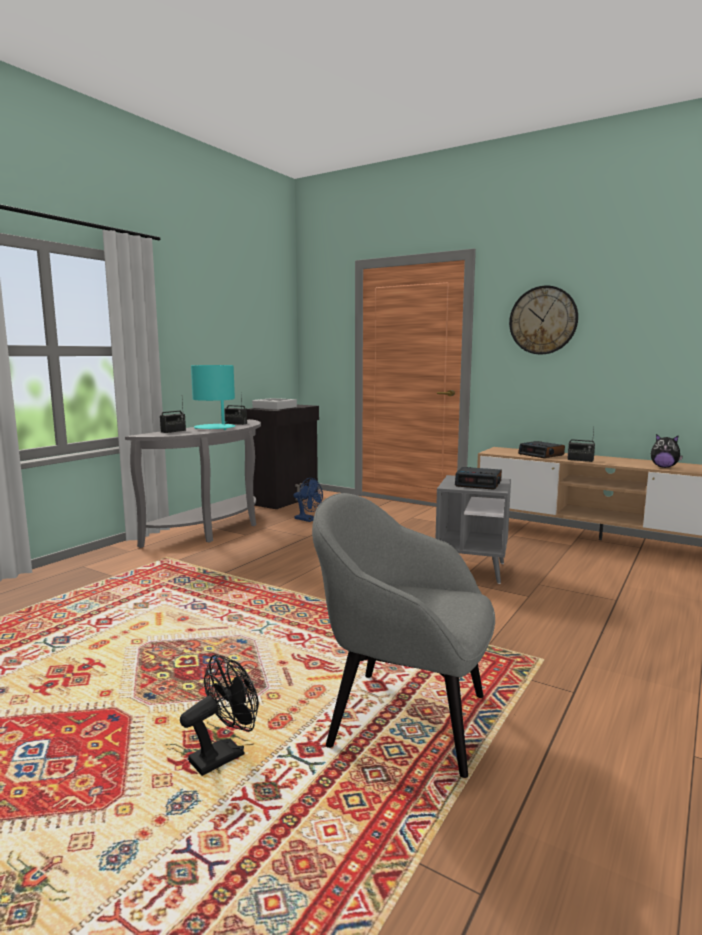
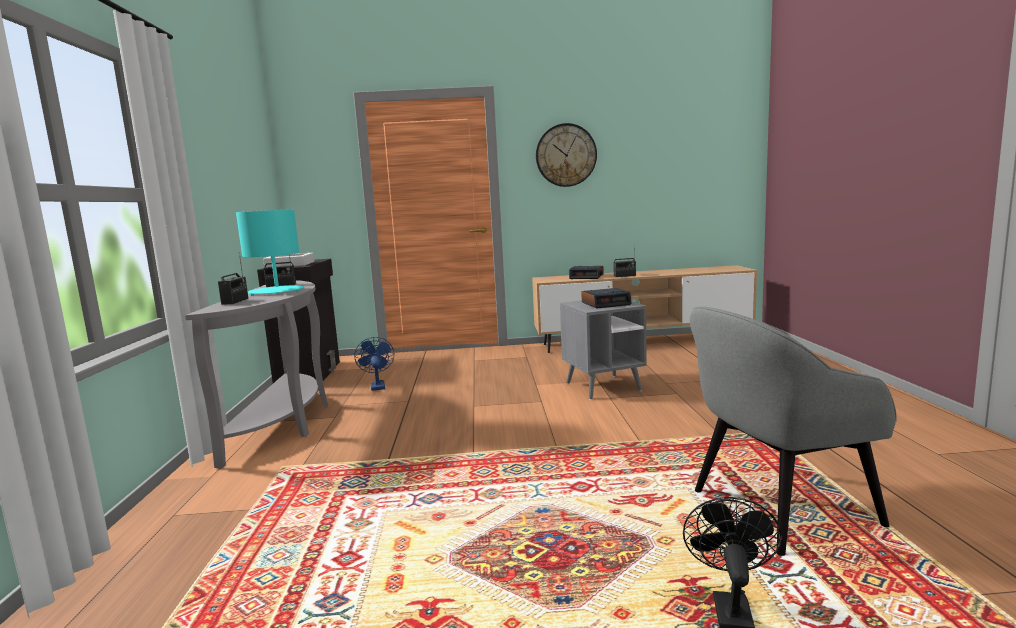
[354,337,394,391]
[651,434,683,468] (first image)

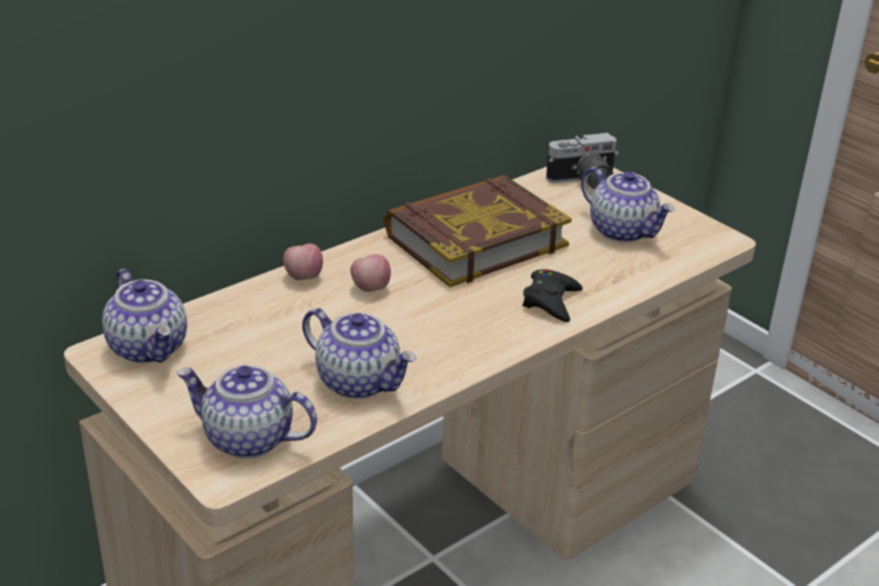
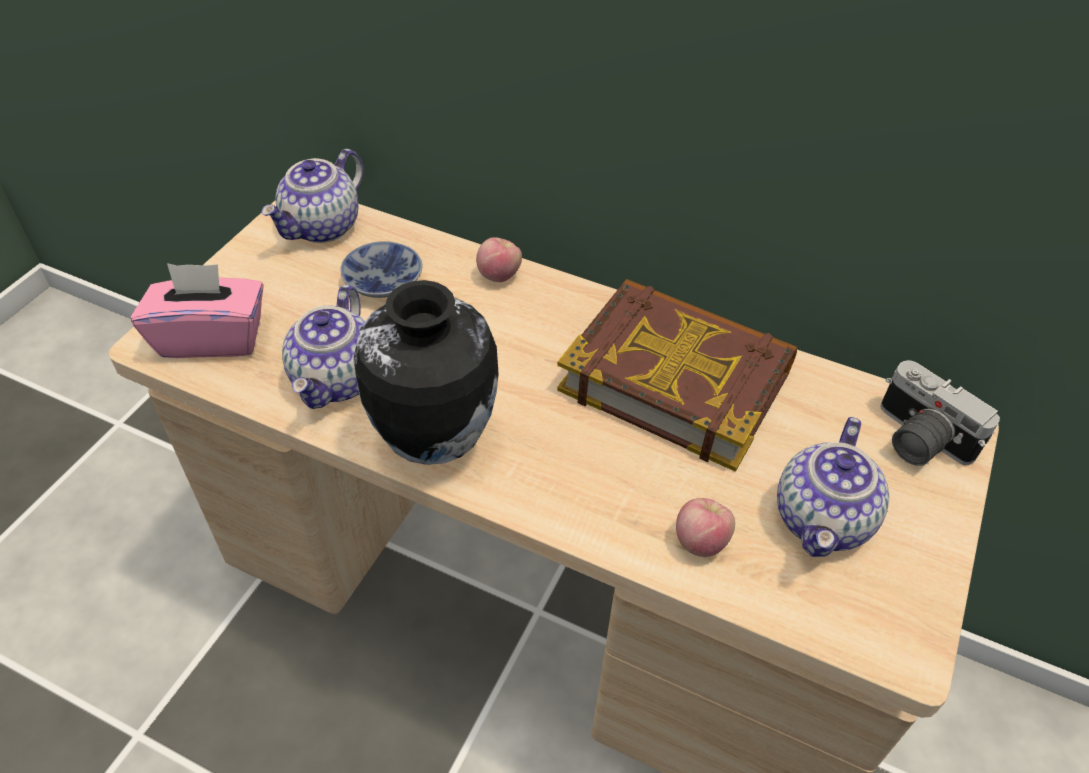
[130,263,264,358]
[341,241,422,298]
[353,280,499,465]
[676,498,735,557]
[522,269,583,322] (first image)

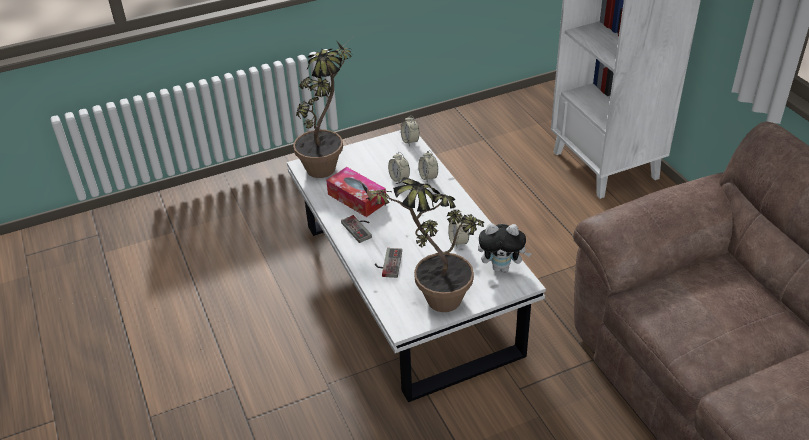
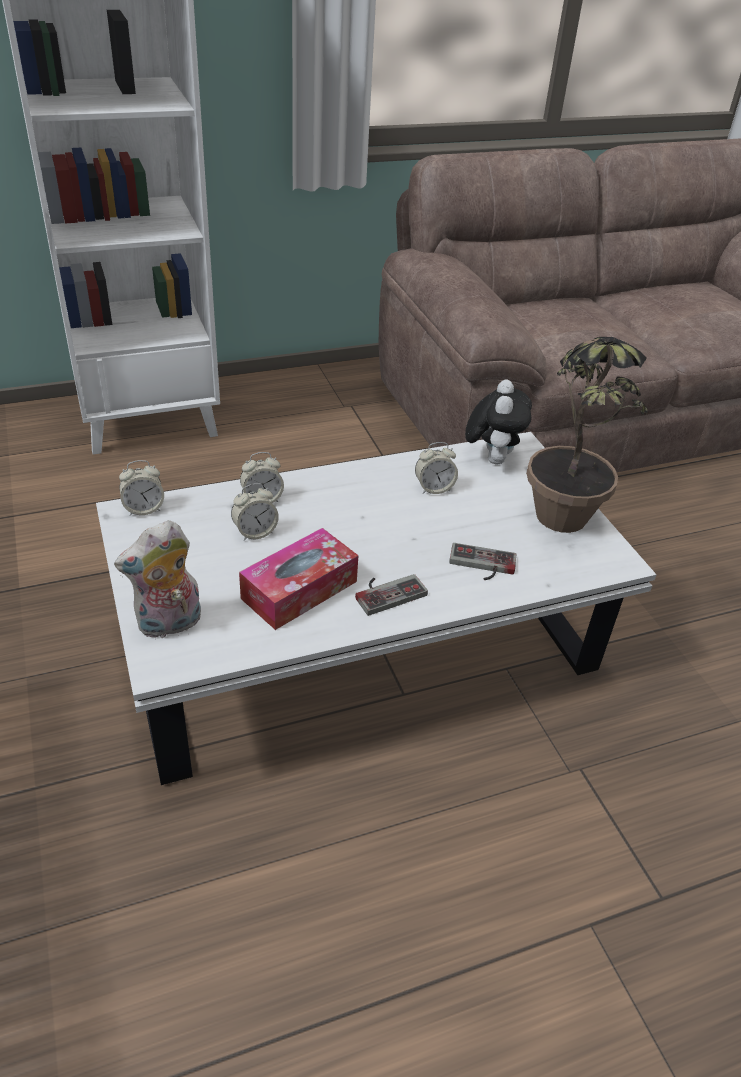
[114,520,201,638]

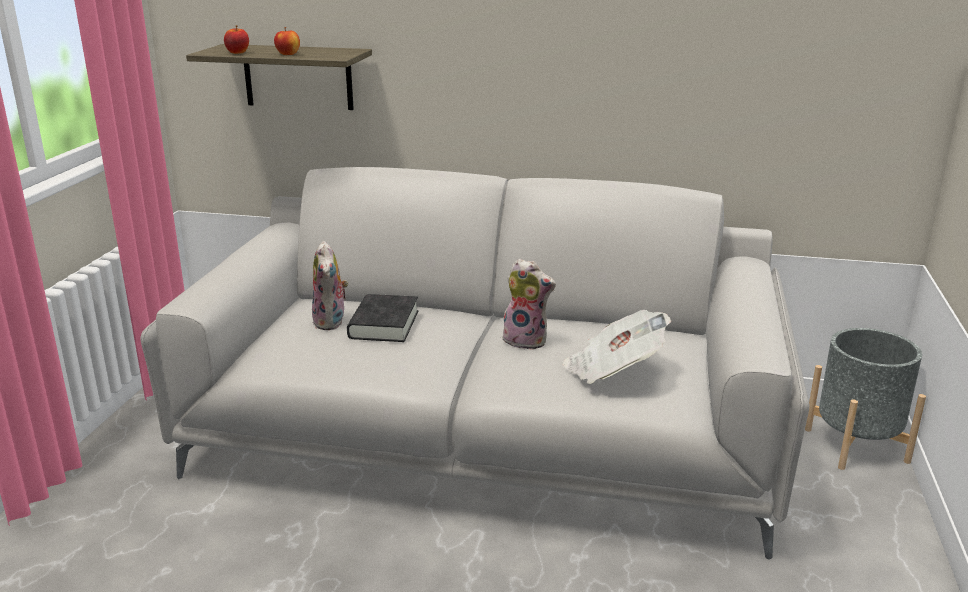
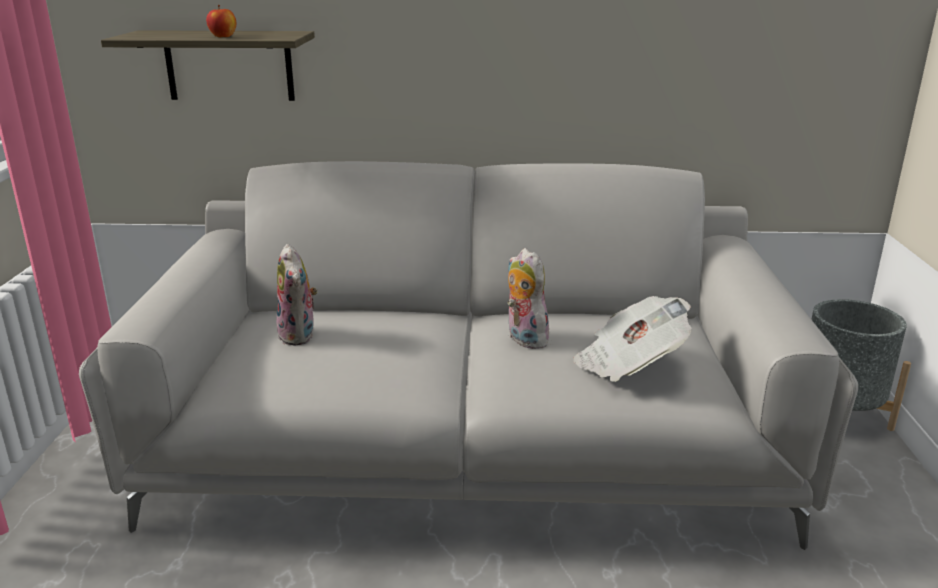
[507,248,549,349]
[224,25,249,54] (first image)
[347,294,418,342] (first image)

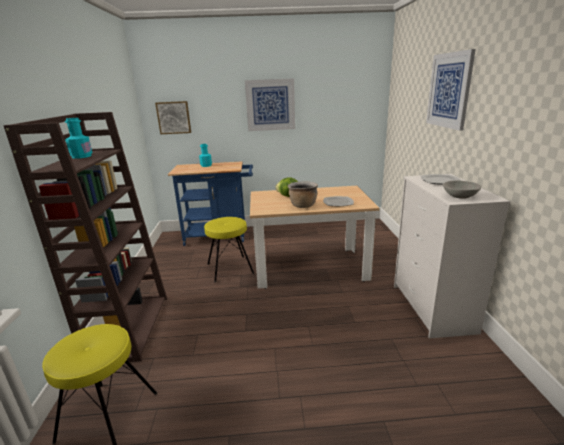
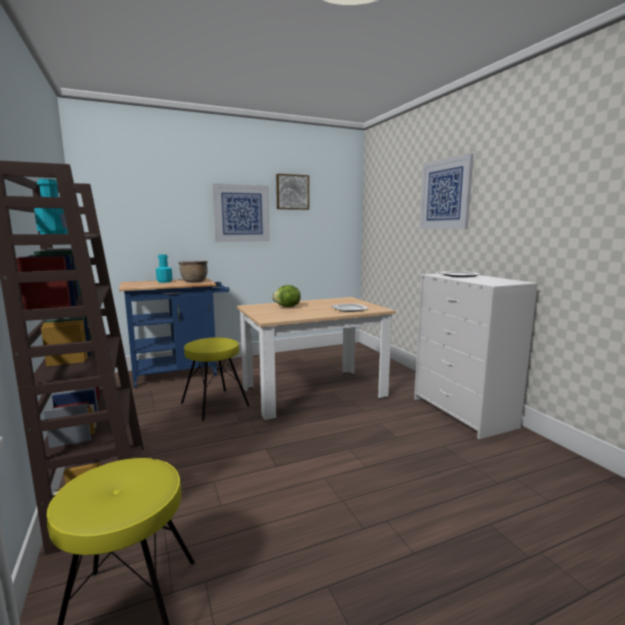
[178,260,208,282]
[276,174,309,210]
[443,180,481,199] (first image)

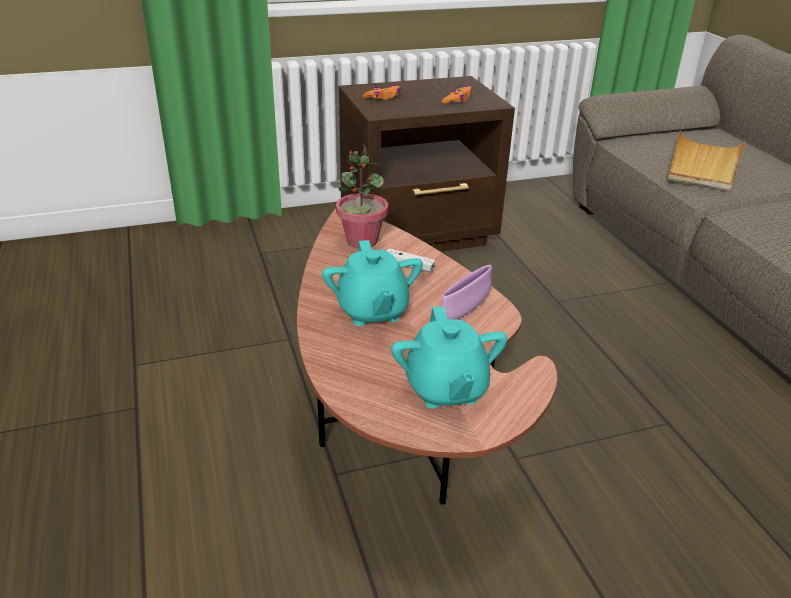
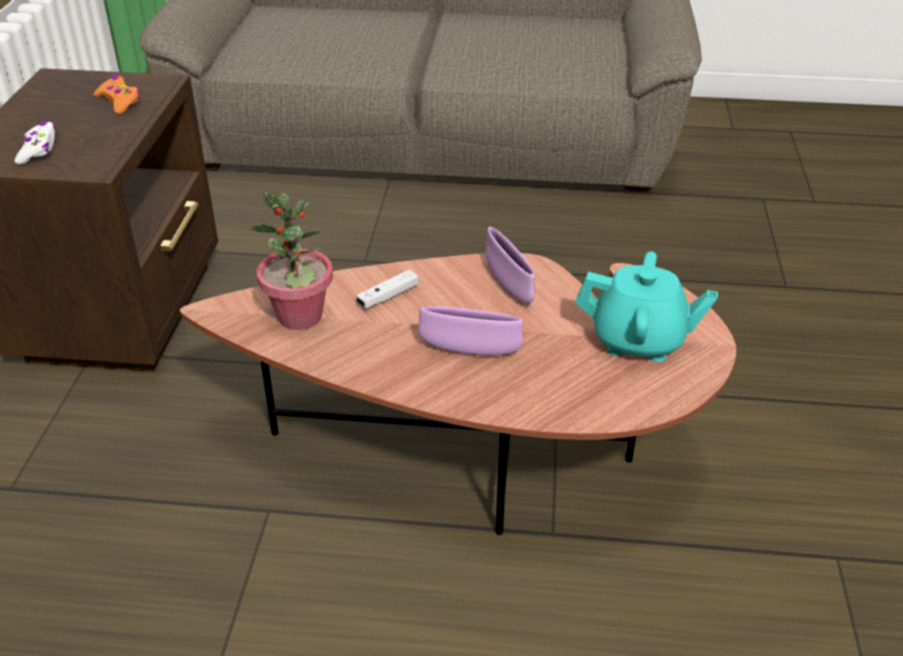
[15,121,56,164]
[418,306,523,356]
[667,130,746,192] (first image)

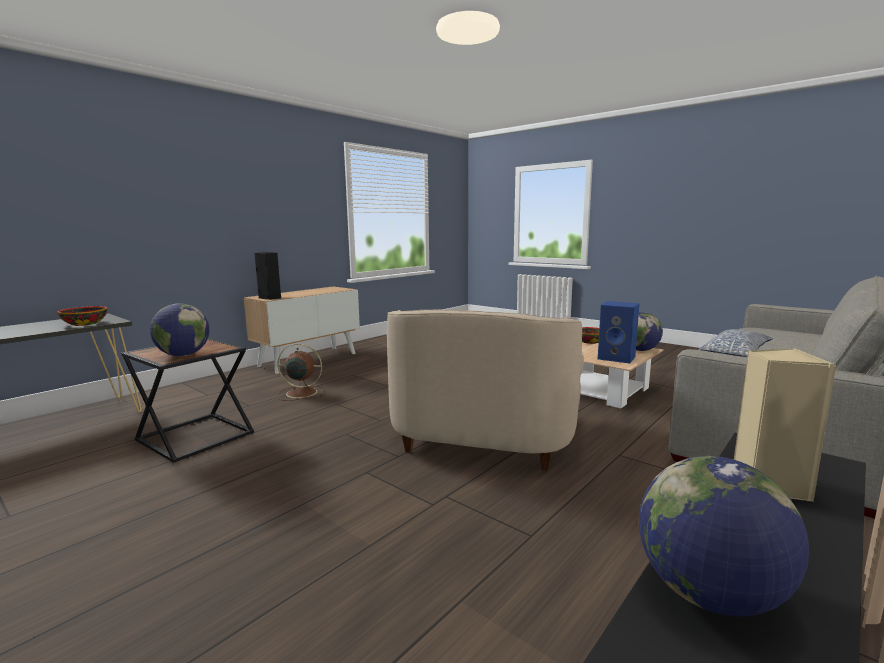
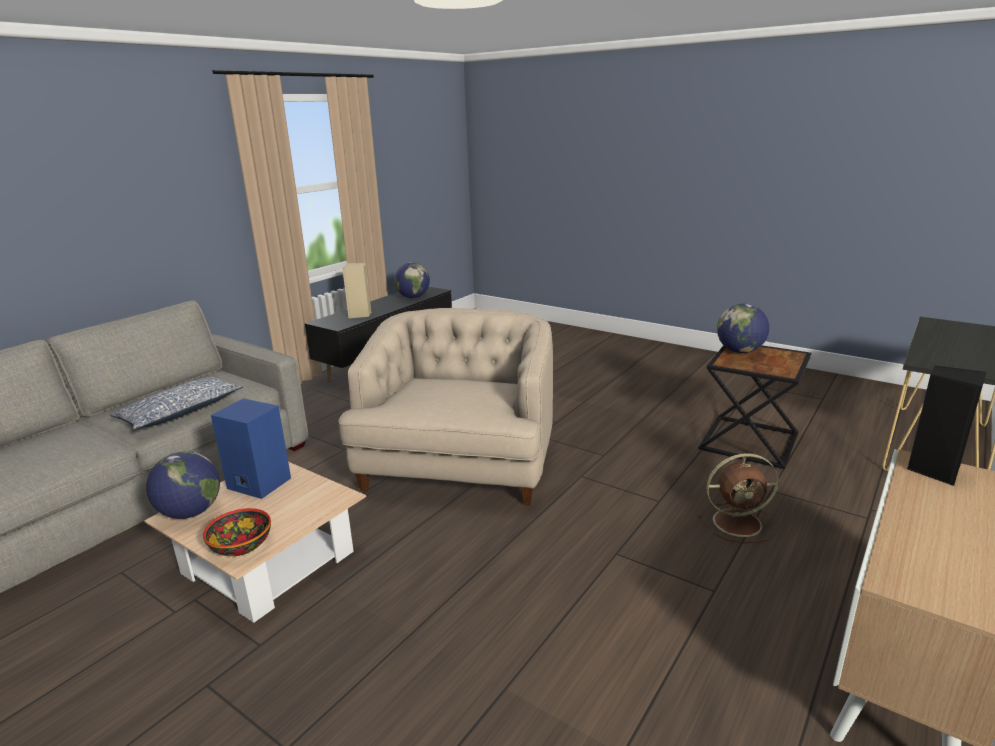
[58,306,107,326] (first image)

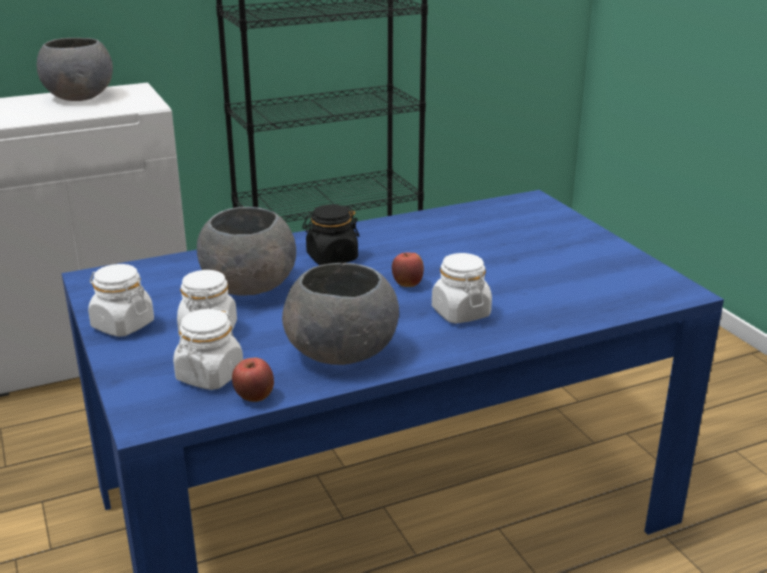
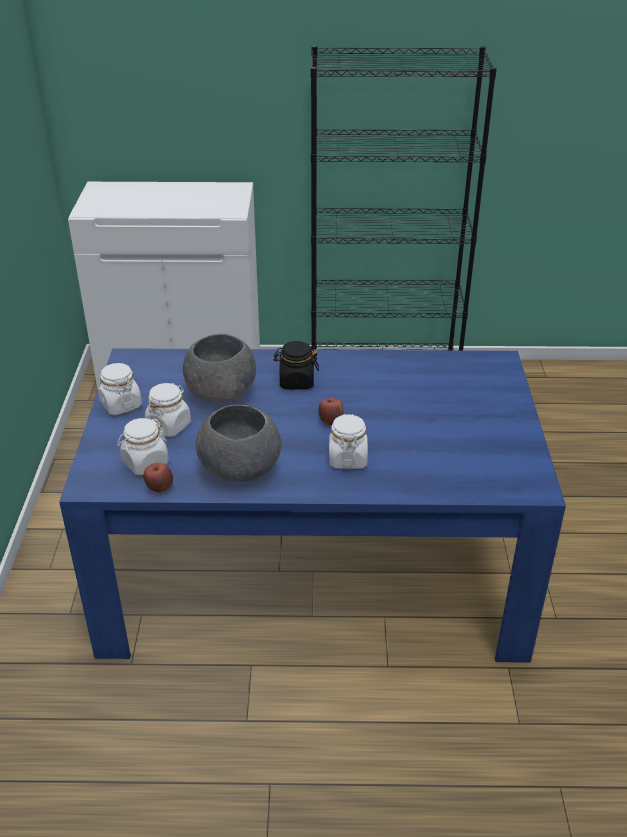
[37,38,113,101] (first image)

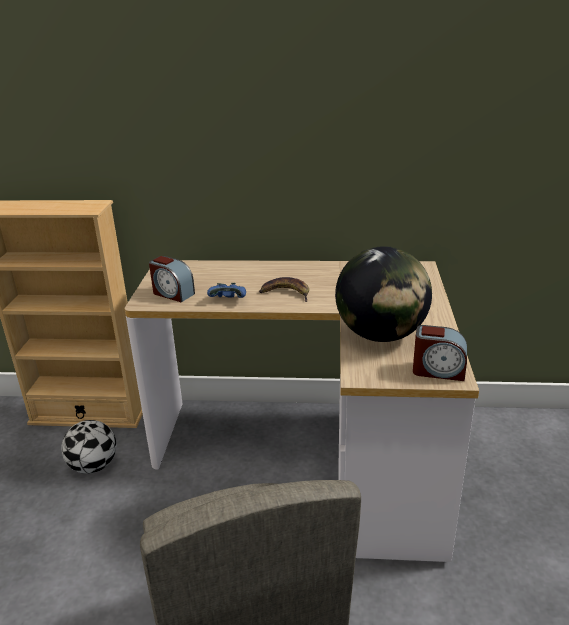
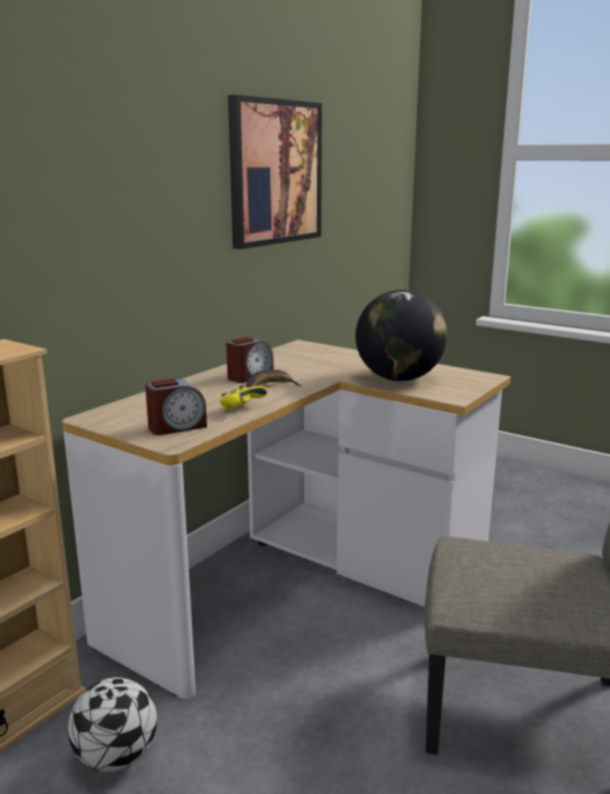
[220,385,268,411]
[226,337,274,383]
[228,95,322,249]

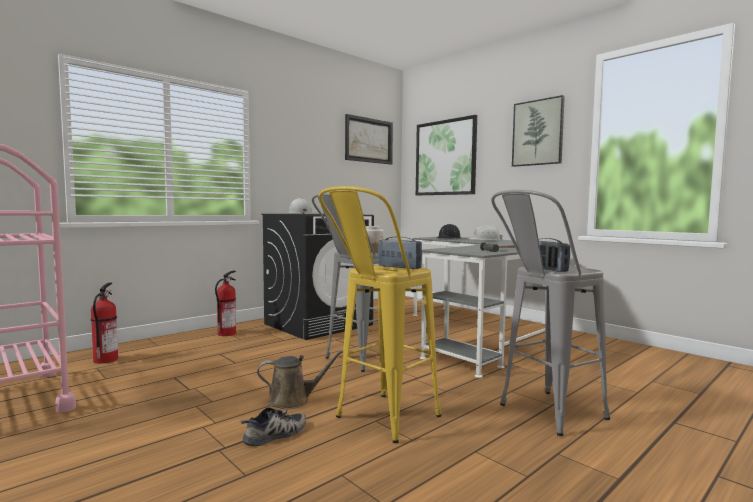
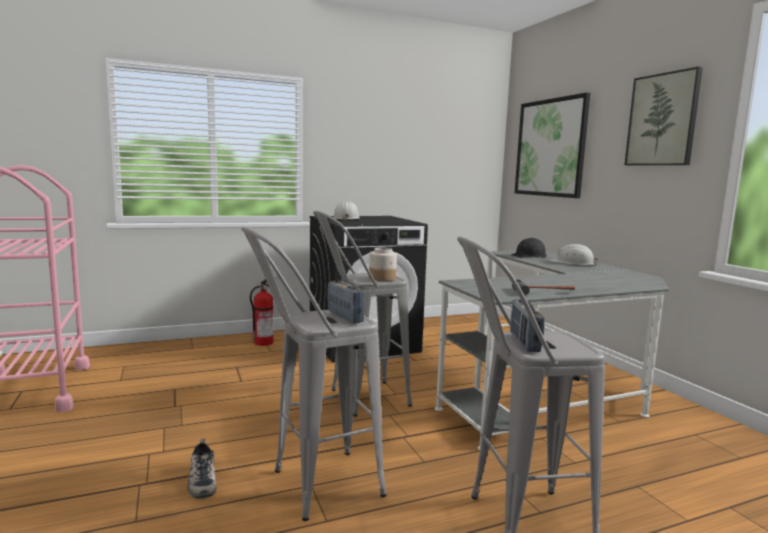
[187,438,217,499]
[241,226,386,521]
[91,283,118,364] (first image)
[257,350,343,409] (first image)
[345,114,393,165] (first image)

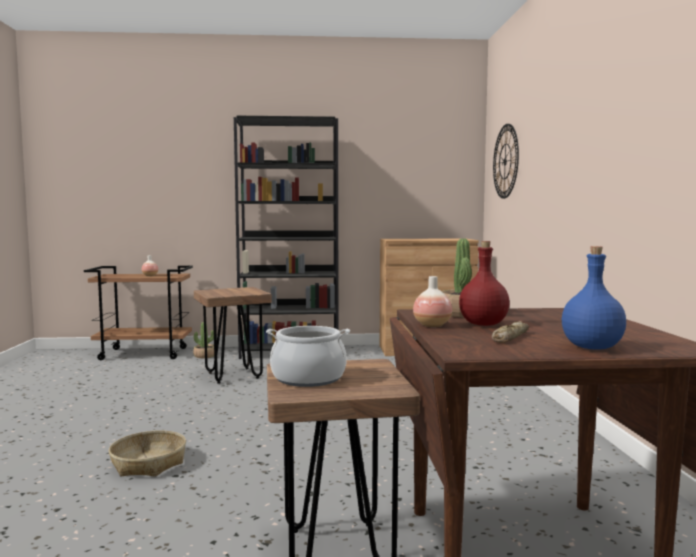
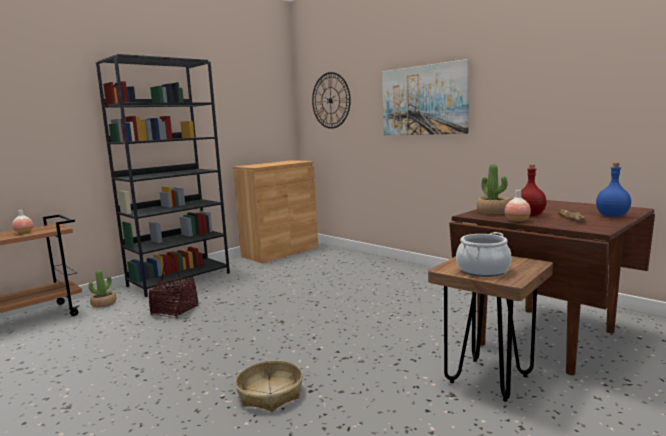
[149,263,199,319]
[382,59,469,135]

